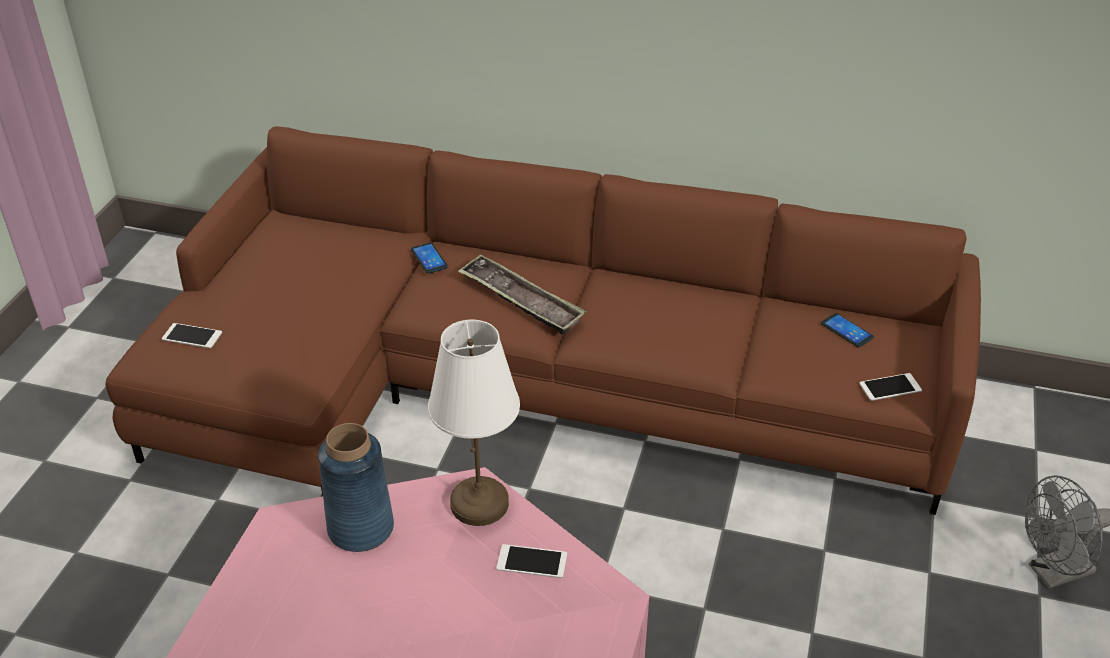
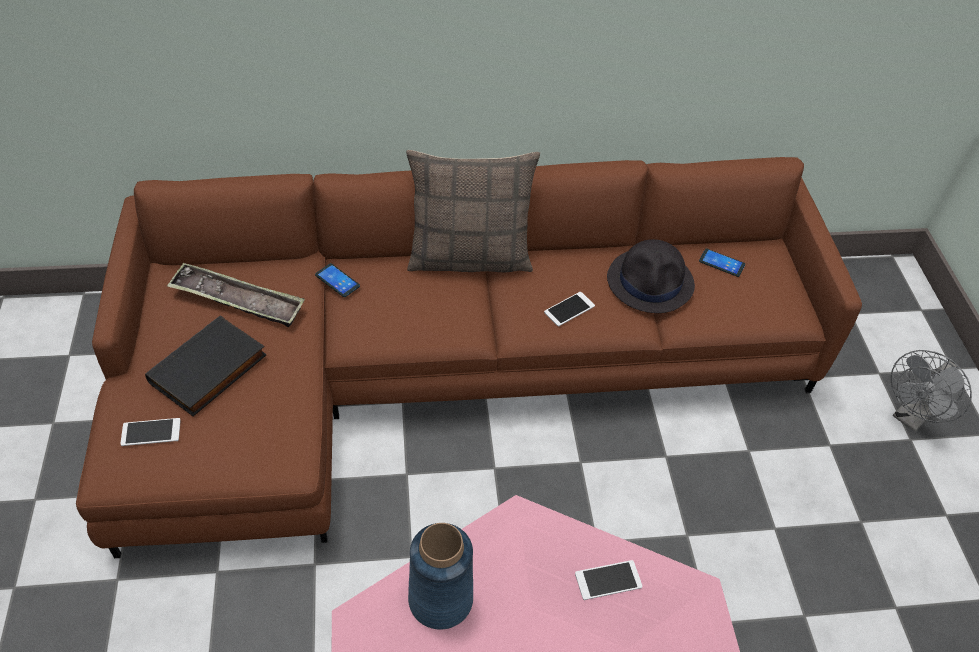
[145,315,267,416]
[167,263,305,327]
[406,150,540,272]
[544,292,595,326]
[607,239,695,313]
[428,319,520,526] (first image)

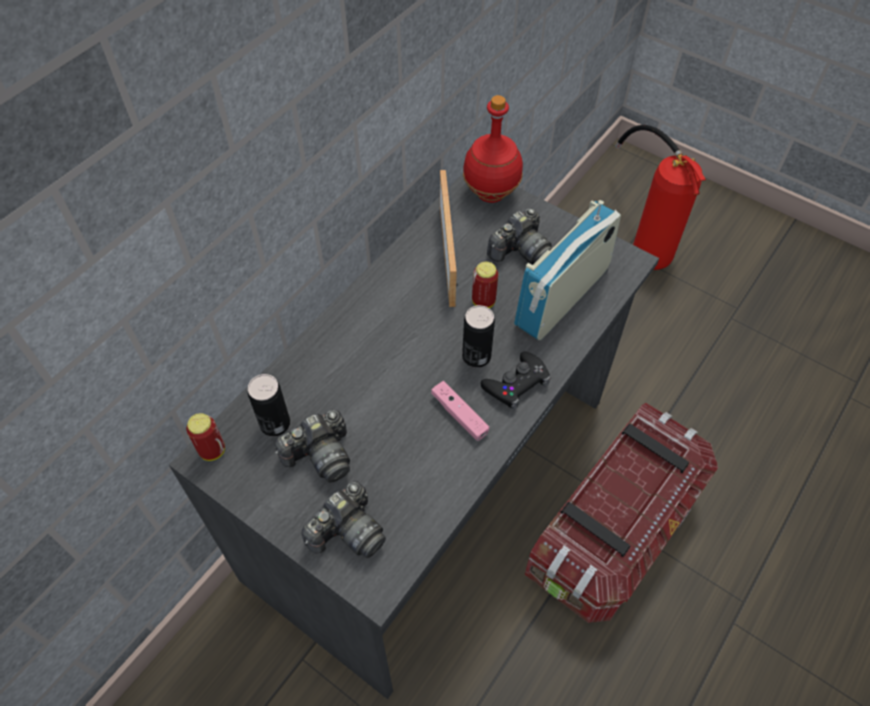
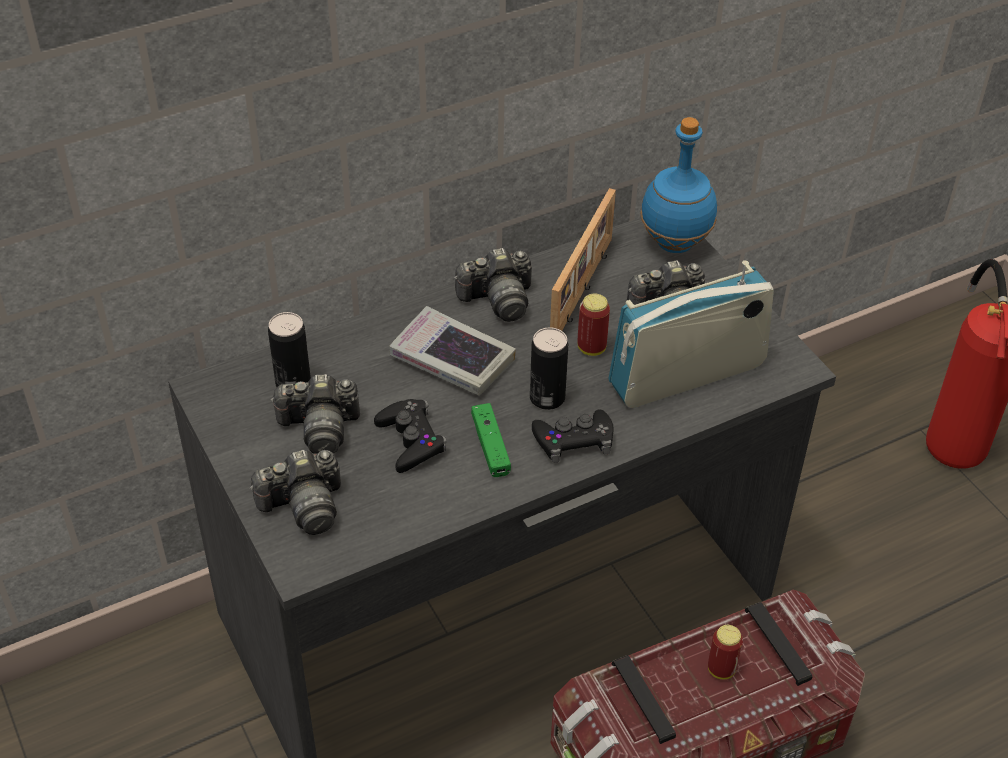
[374,399,447,473]
[389,306,516,396]
[454,248,532,322]
[471,403,511,477]
[640,117,717,253]
[708,625,743,679]

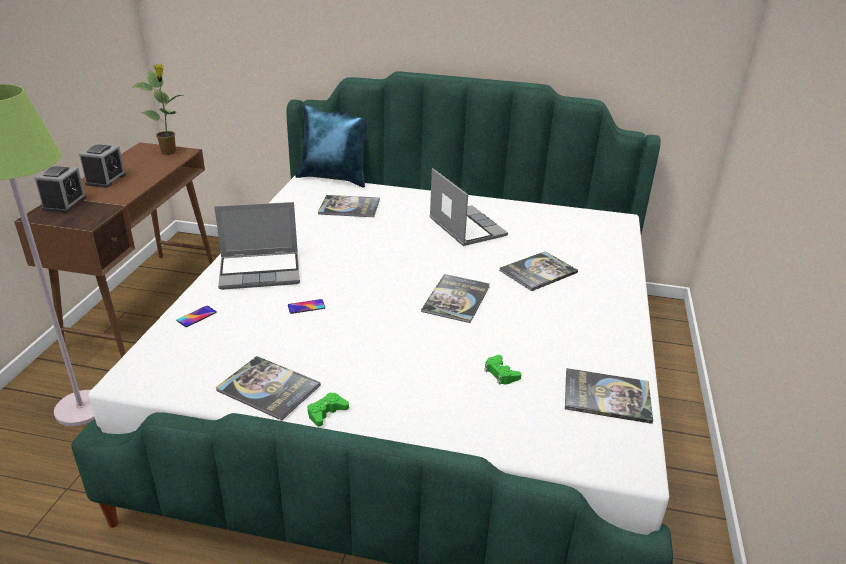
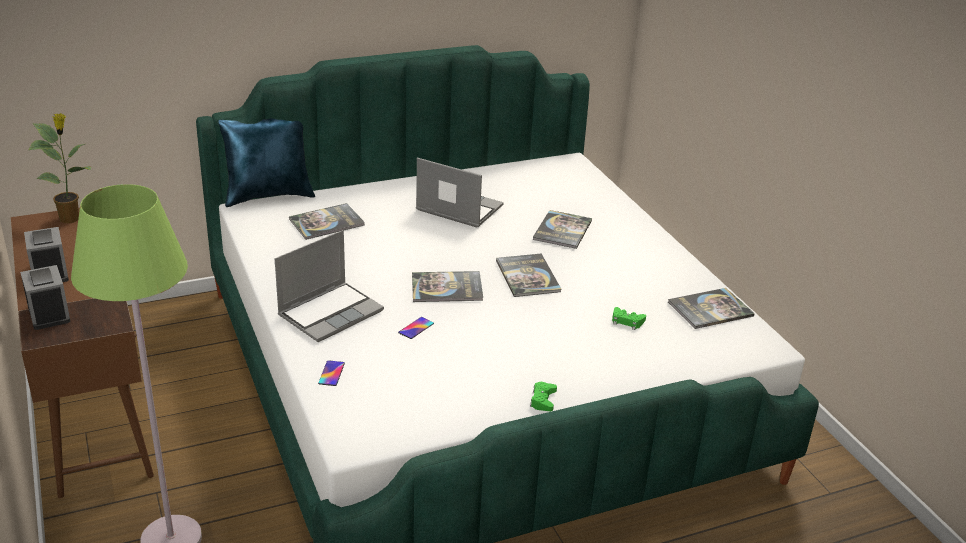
[412,271,483,302]

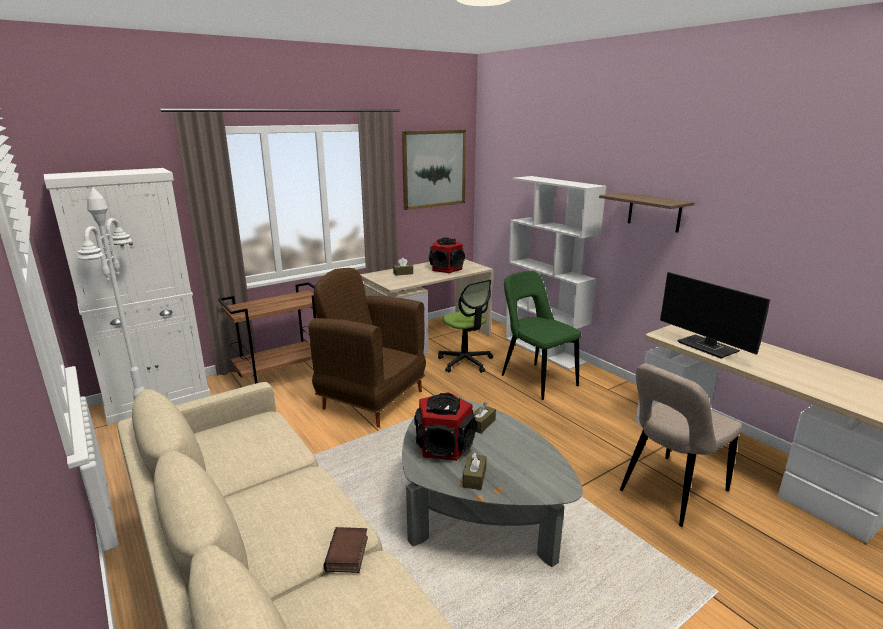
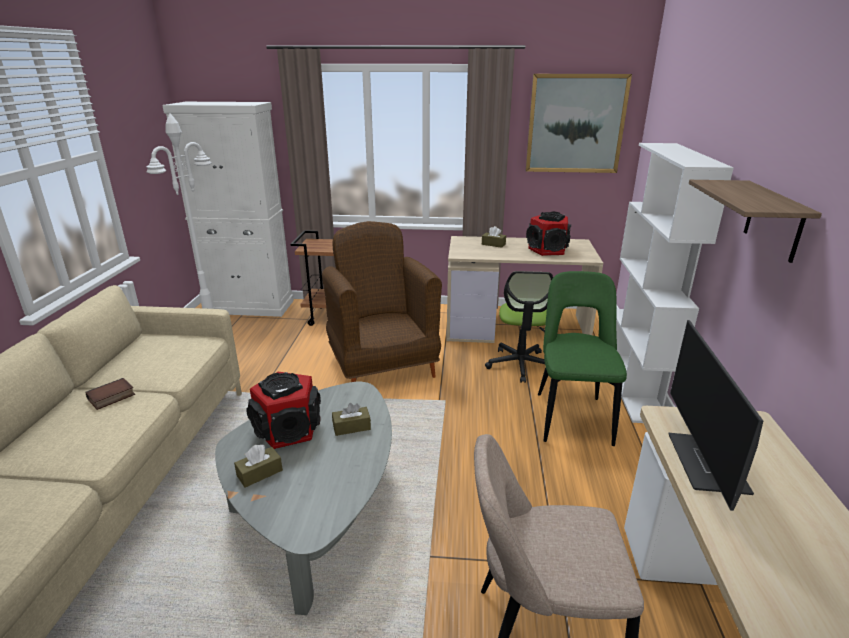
[85,378,135,410]

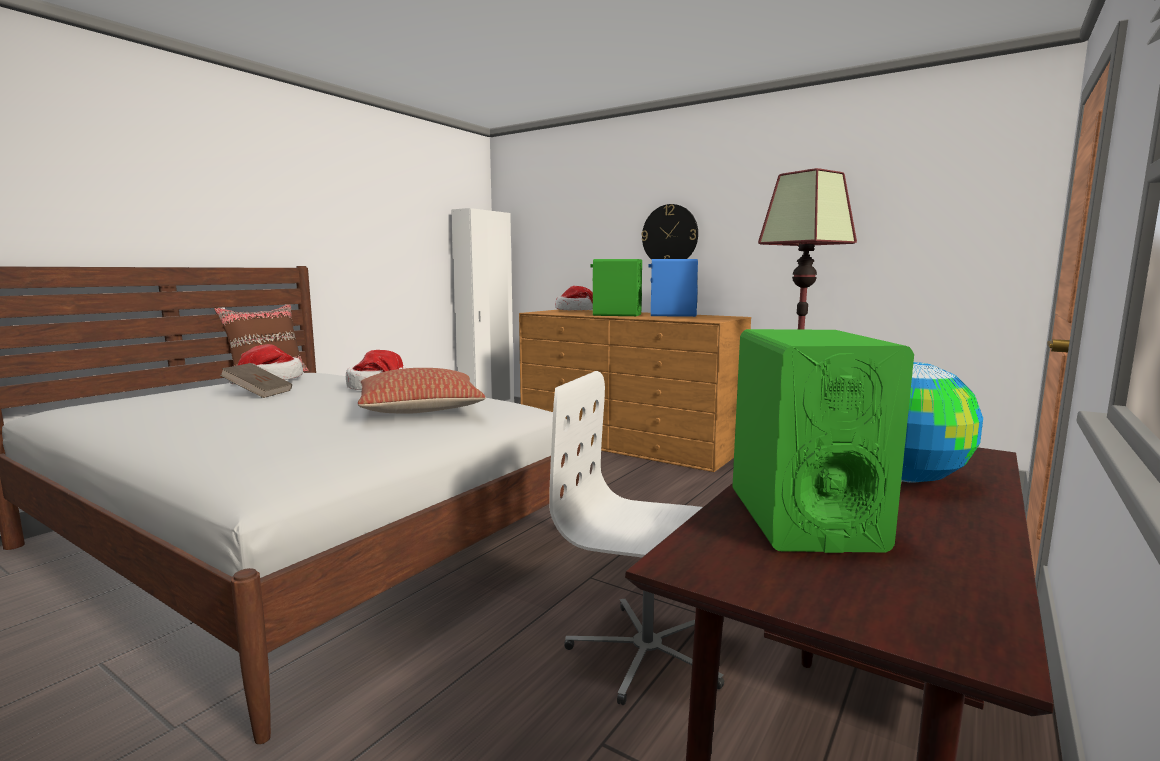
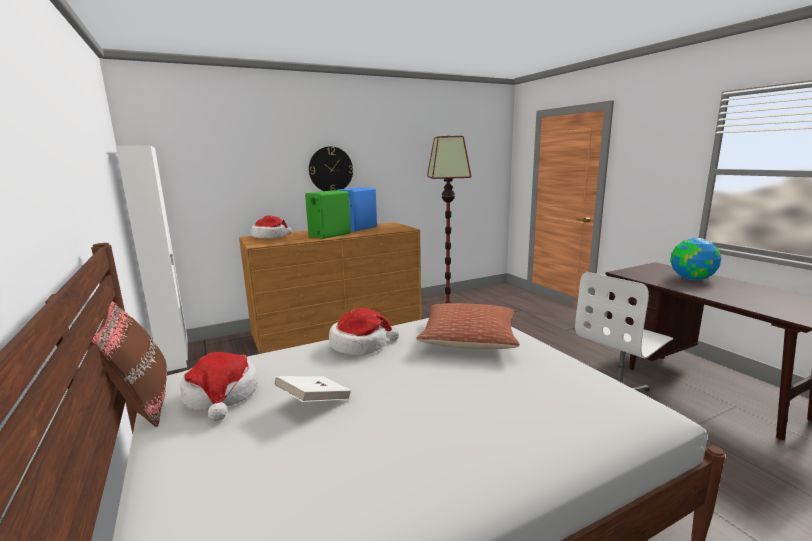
[274,376,352,402]
[732,329,914,553] (first image)

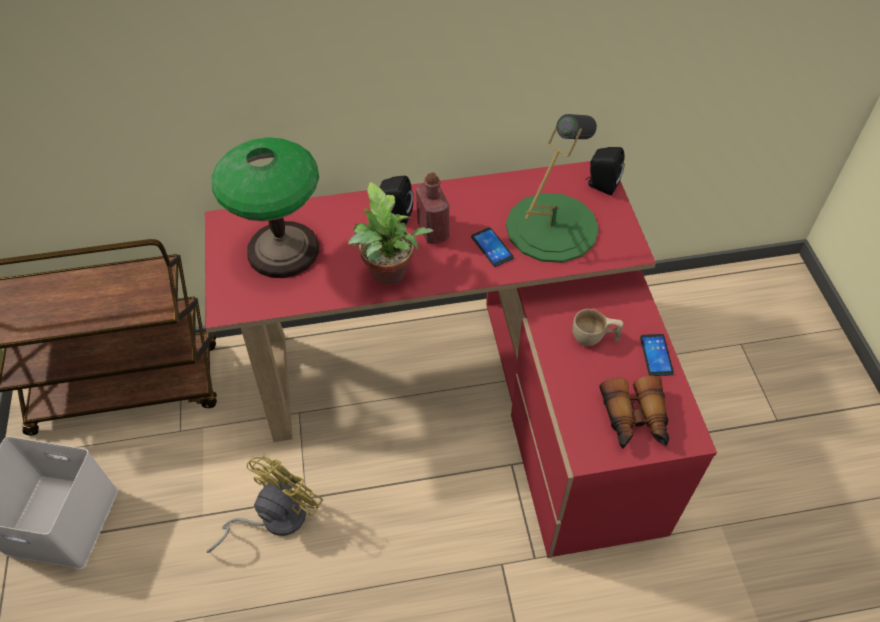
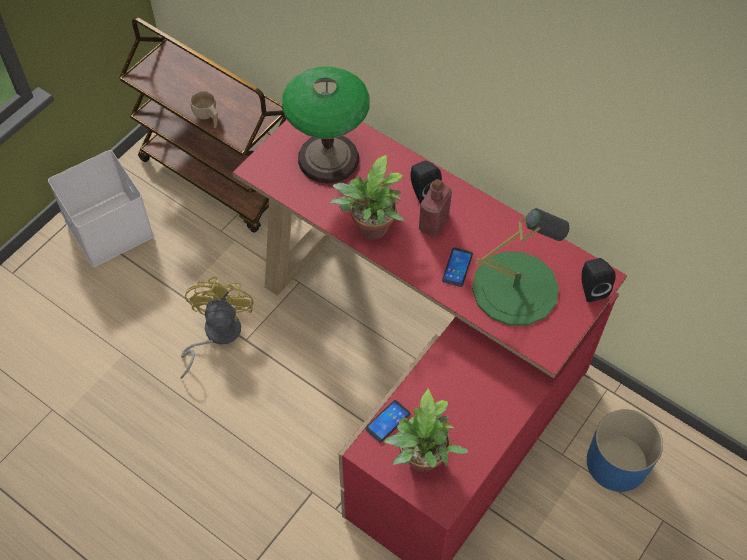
[180,277,254,379]
[190,91,218,128]
[365,400,411,443]
[384,388,468,472]
[587,409,663,492]

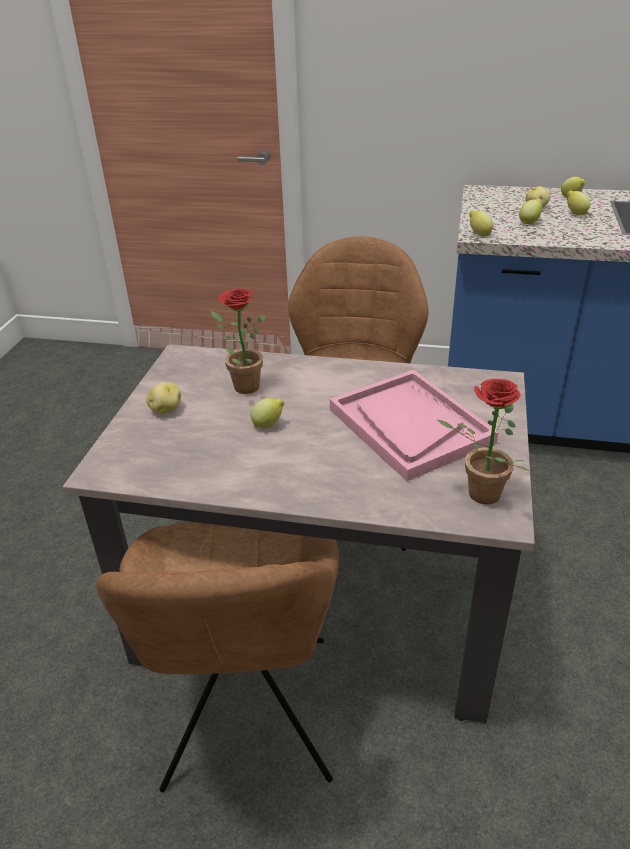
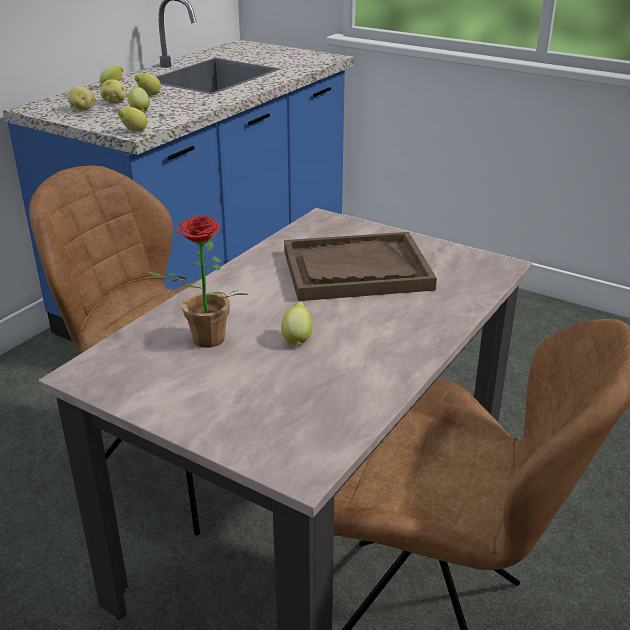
[67,87,95,111]
[284,232,437,301]
[437,379,529,504] (first image)

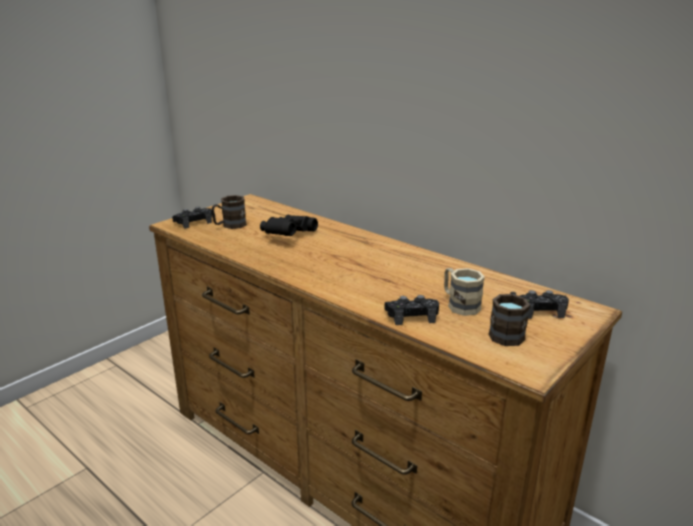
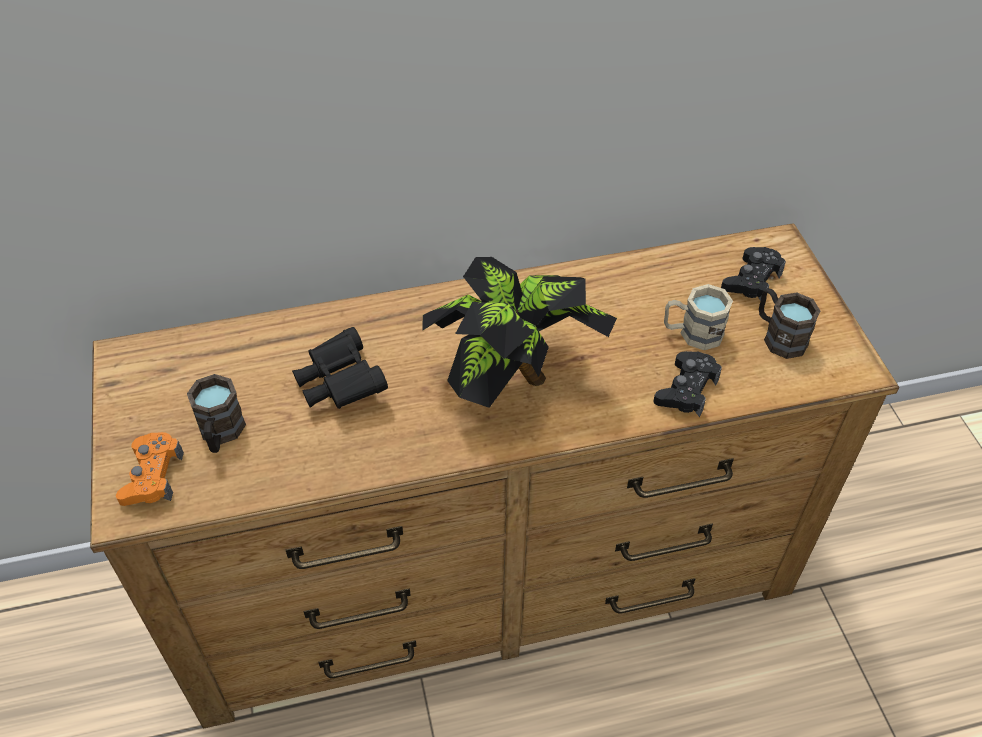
[116,432,184,506]
[422,257,617,408]

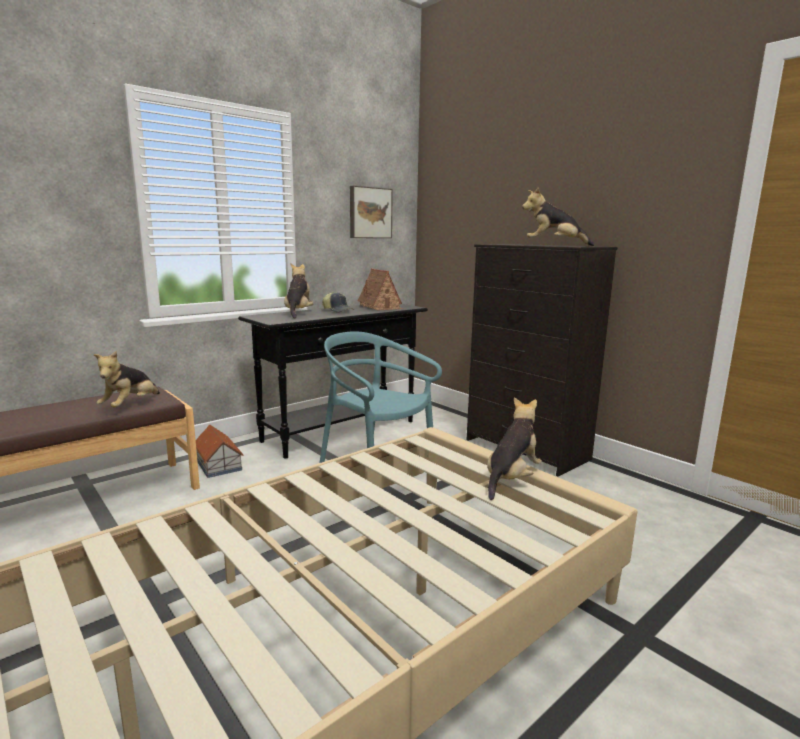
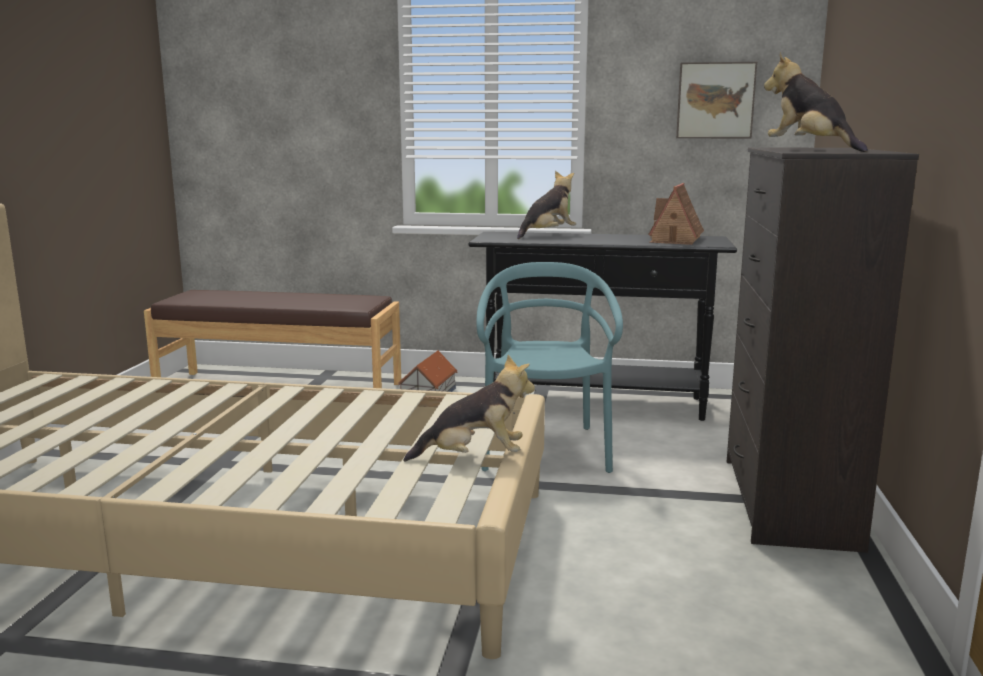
[93,351,160,408] (first image)
[322,292,354,312] (first image)

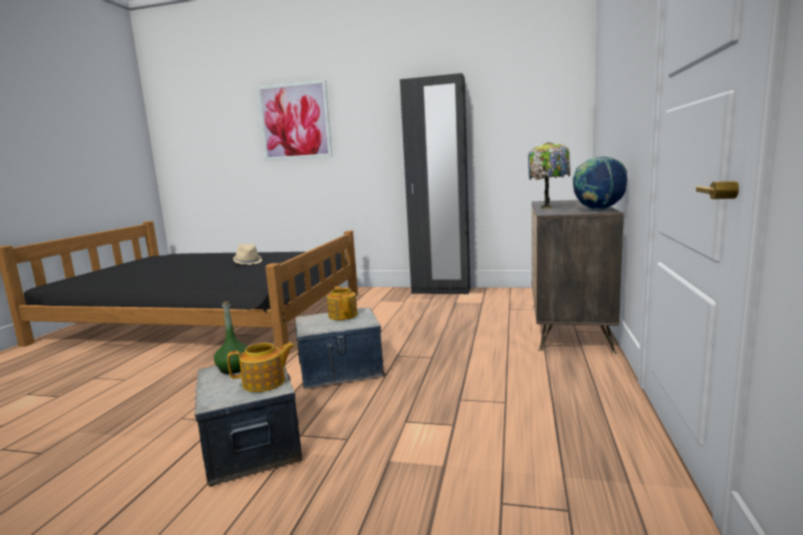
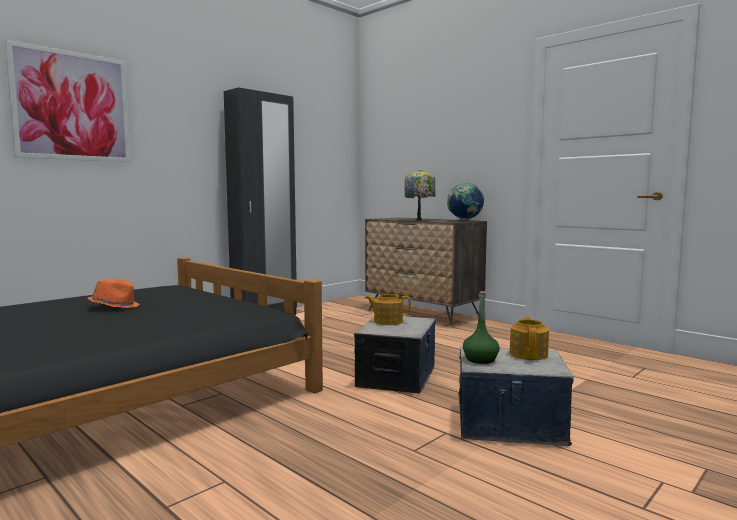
[87,279,140,308]

